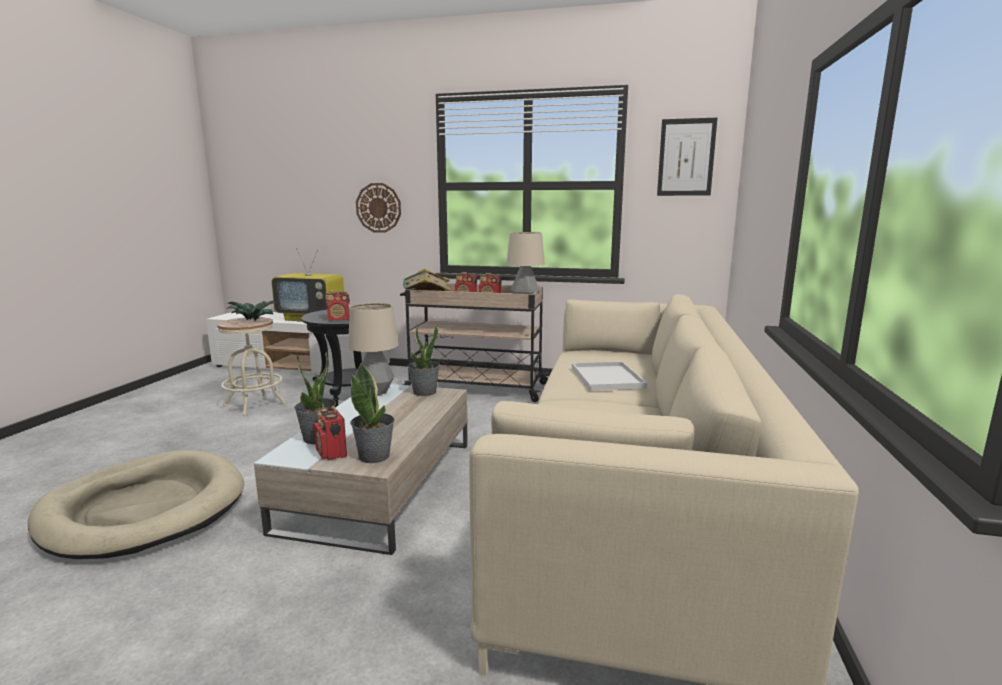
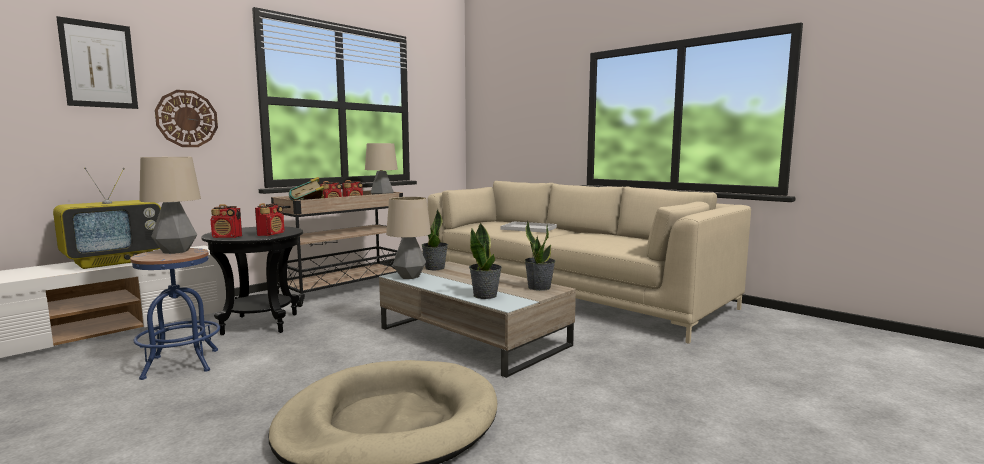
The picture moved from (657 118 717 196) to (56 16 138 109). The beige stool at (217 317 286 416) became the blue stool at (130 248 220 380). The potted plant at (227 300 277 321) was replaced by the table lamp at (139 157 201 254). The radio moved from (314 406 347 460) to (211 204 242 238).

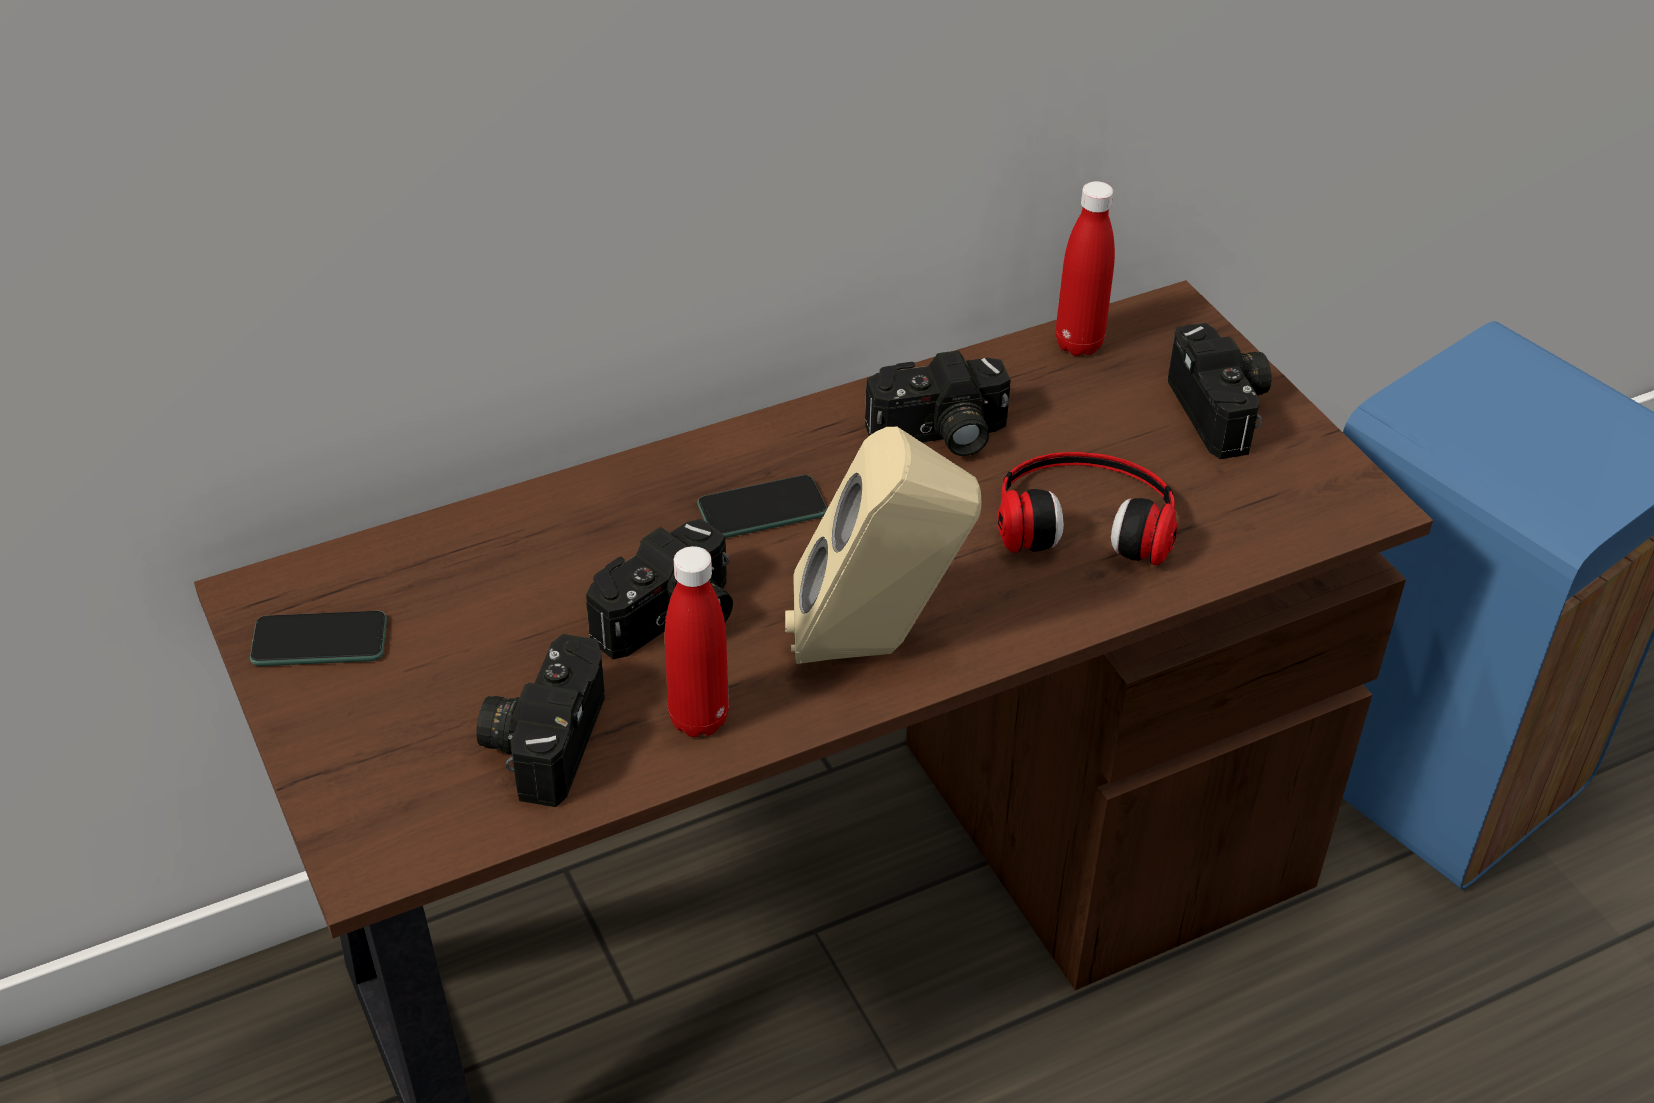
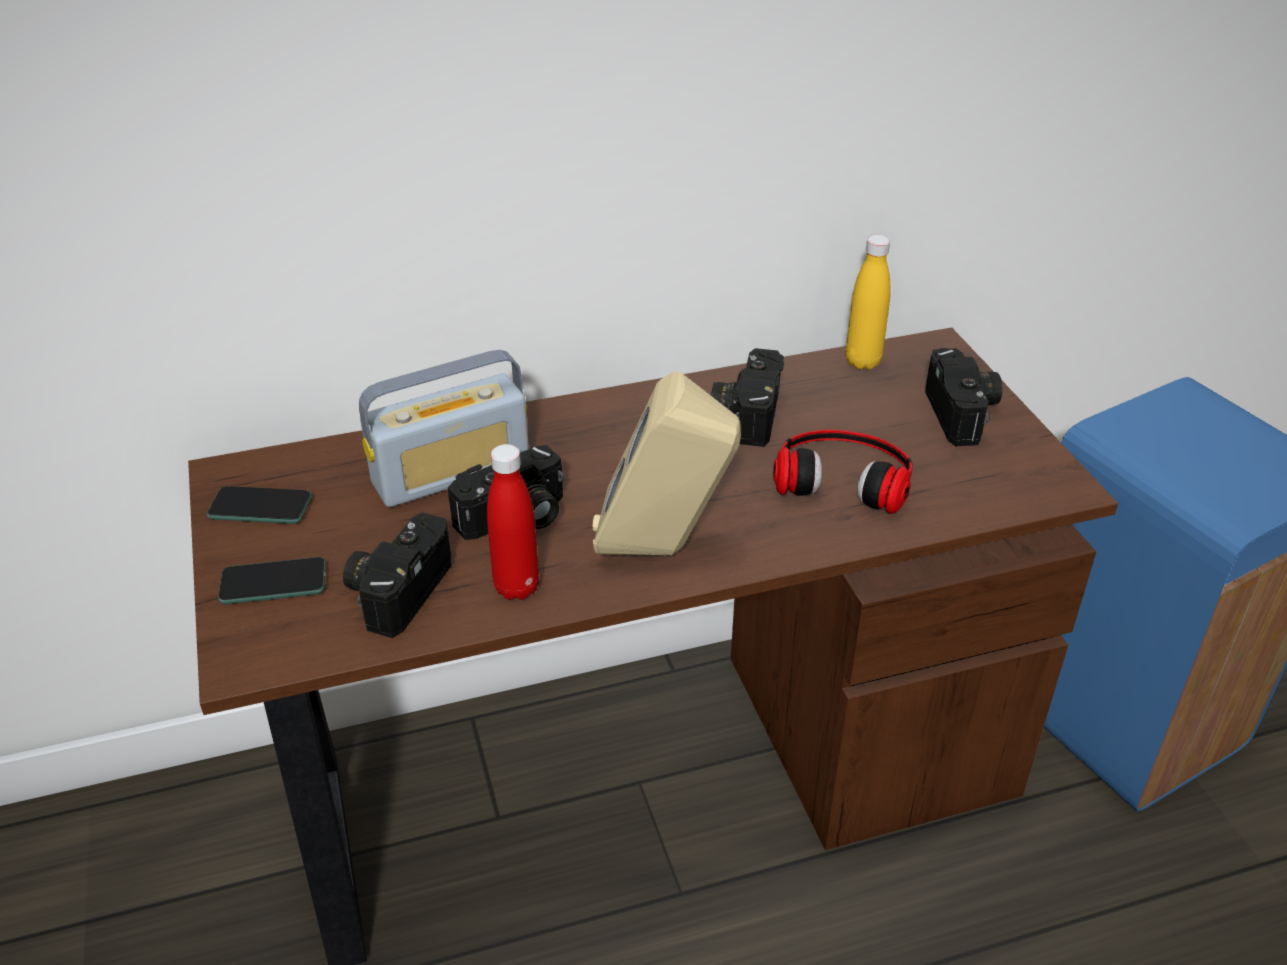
The phone moved from (697 475 827 538) to (218 557 326 604). The radio at (359 350 529 507) appeared. The photo camera at (865 350 1011 456) turned 105 degrees clockwise. The red bottle at (1055 181 1115 356) became the yellow bottle at (846 235 891 370).

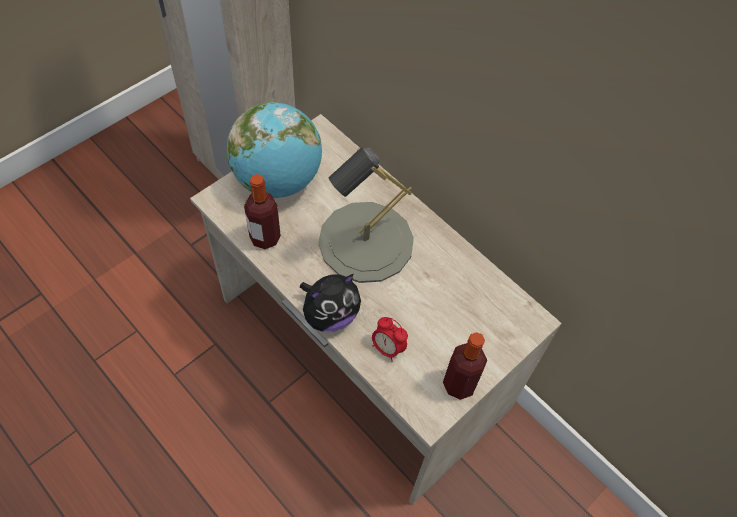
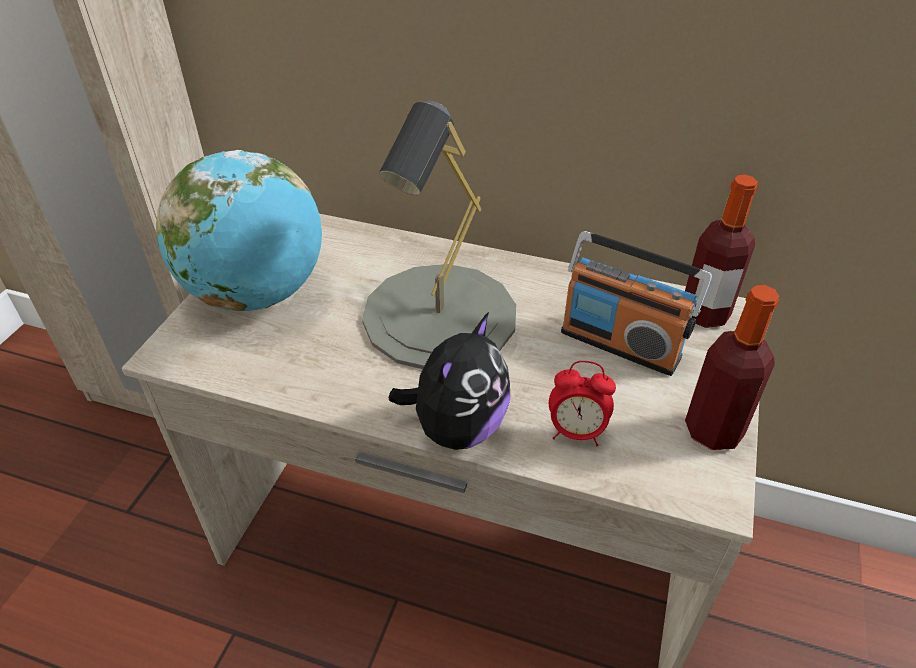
The radio at (561 231 712 376) appeared. The bottle moved from (244 174 281 249) to (685 175 758 328).

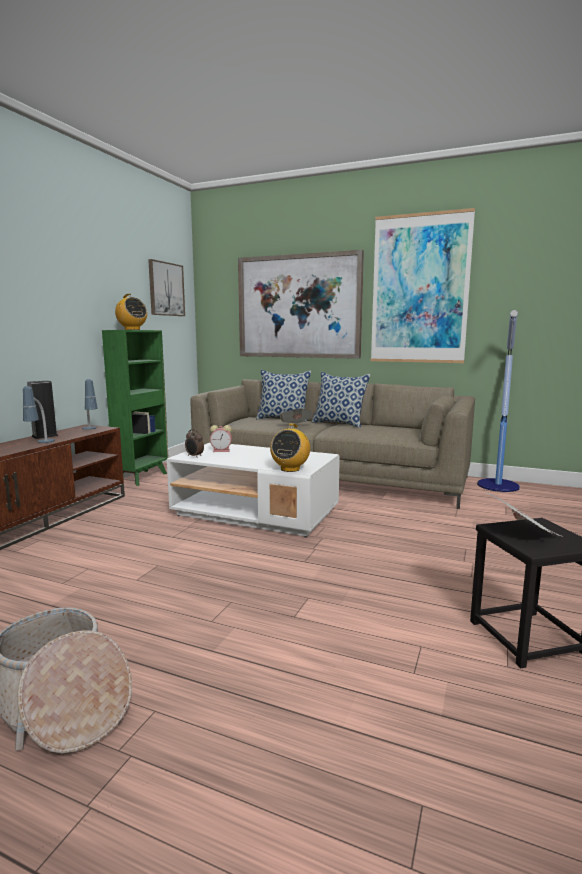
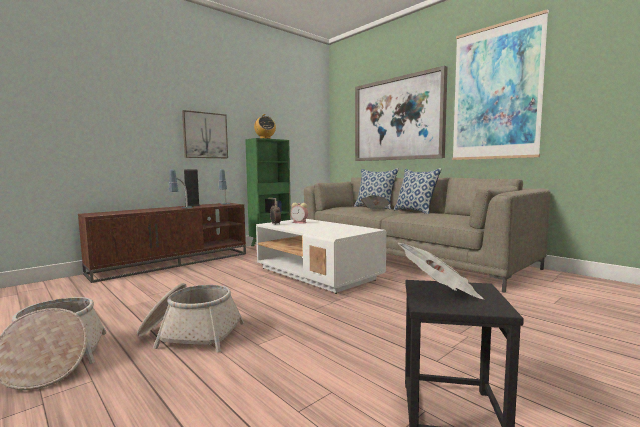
The basket at (137 283 244 352) appeared. The picture moved from (148 259 185 316) to (182 110 228 158). The radio at (270 423 310 472) disappeared. The floor lamp at (477 310 520 492) disappeared.

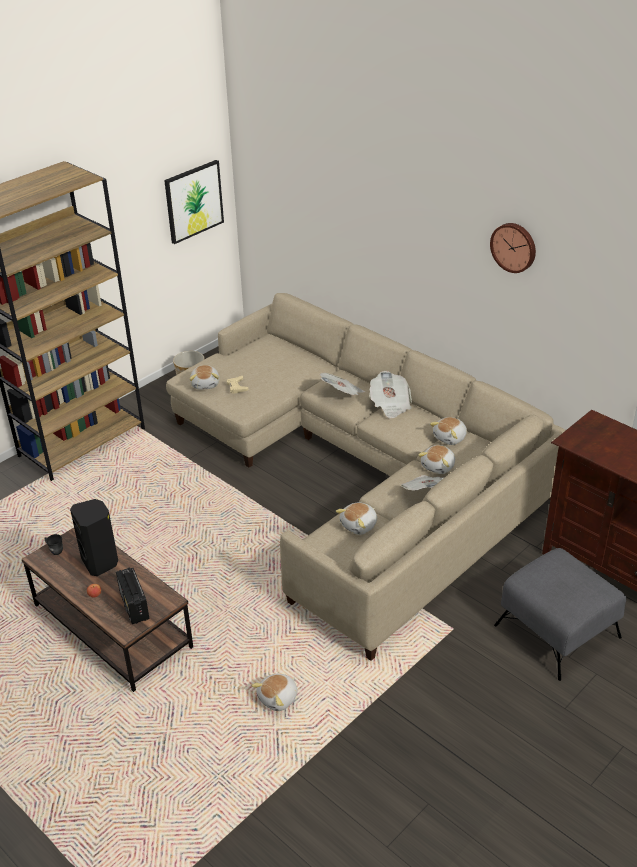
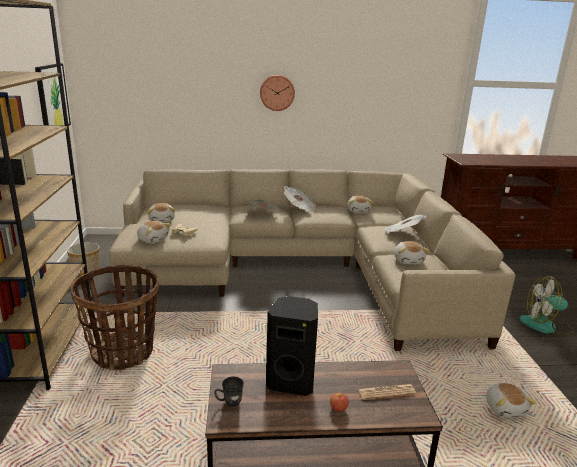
The basket at (70 265 159 370) appeared. The plush toy moved from (418 445 455 474) to (148 203 175 223). The wall clock moved from (490 223 536 273) to (260 75 295 111). The radio at (116 567 150 624) was replaced by the newspaper at (358 384 416 399). The fan at (519 276 574 335) appeared. The grey ottoman at (494 548 626 681) disappeared.

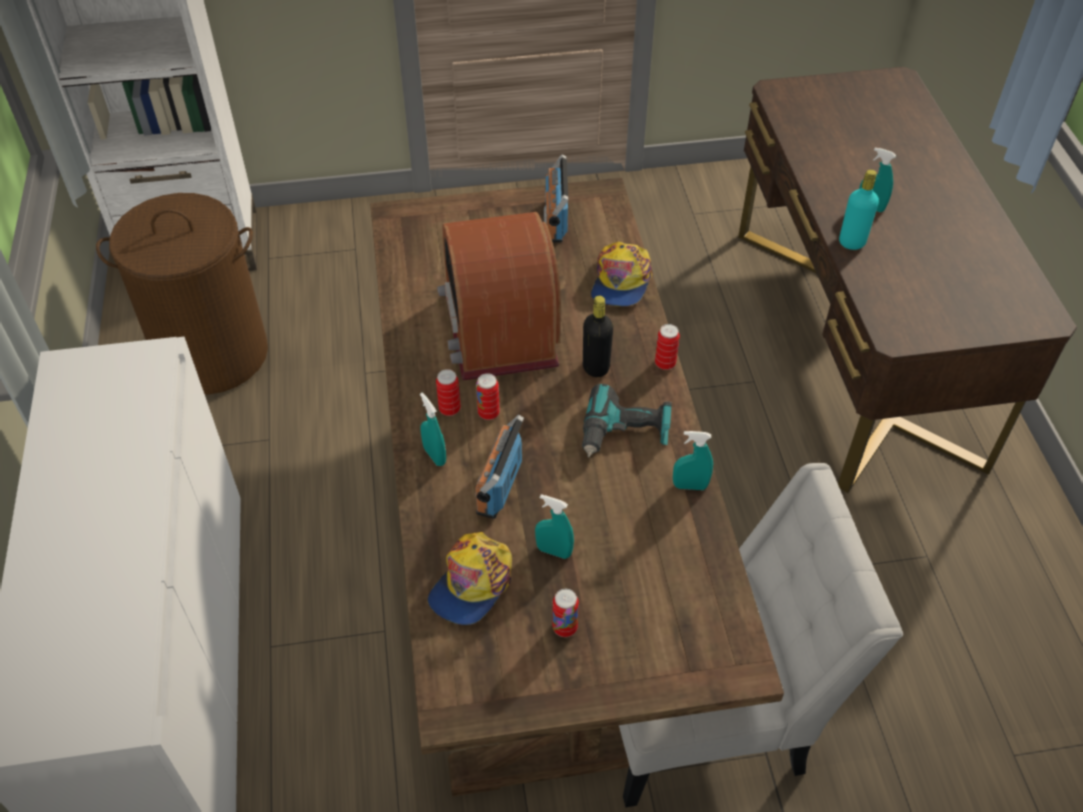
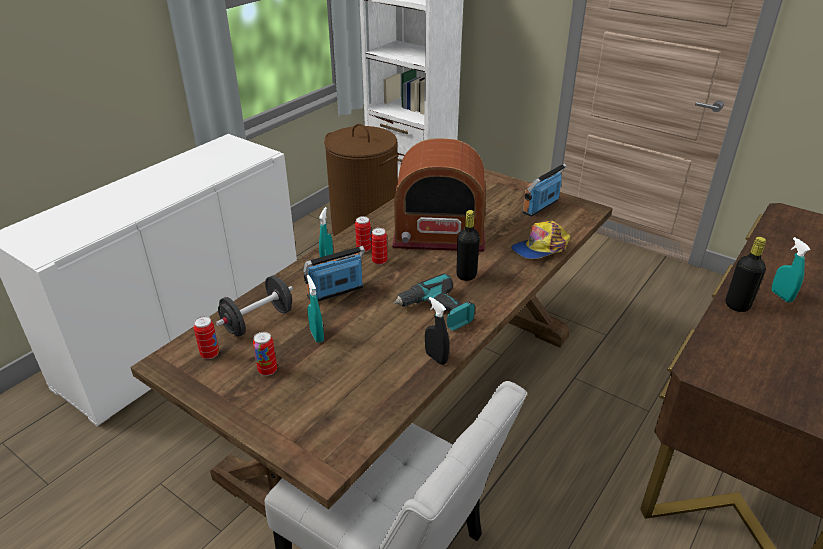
The can moved from (655 324 680 370) to (194 316 219 359). The cap at (428 532 512 625) was replaced by the black dumbbell at (216 275 293 337). The radio at (437 212 561 380) turned 120 degrees counterclockwise. The turquoise spray bottle at (673 431 713 490) became the black spray bottle at (425 297 449 365). The turquoise bottle at (839 170 879 250) became the black bottle at (725 237 766 312).

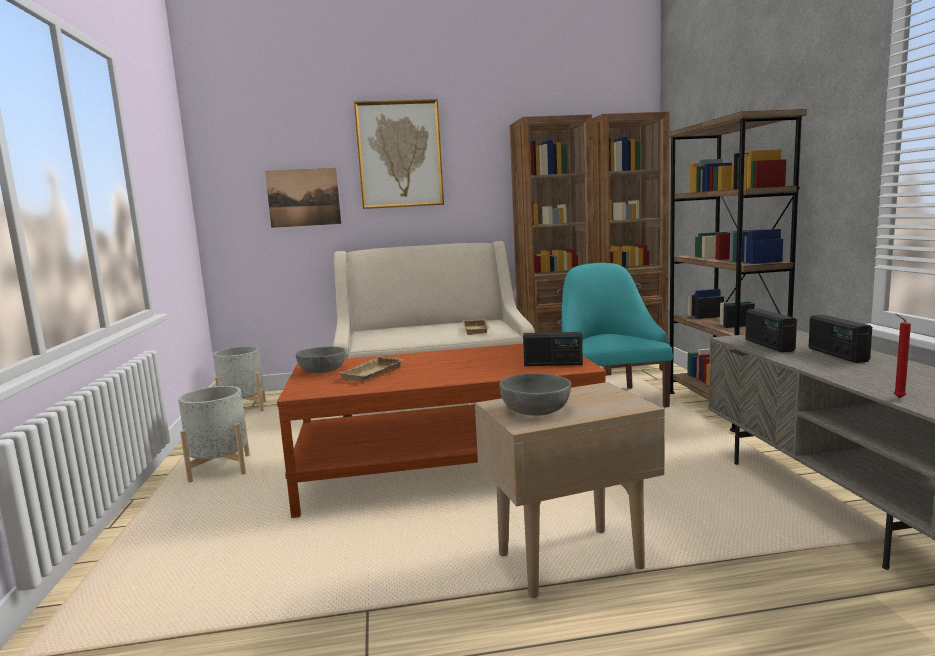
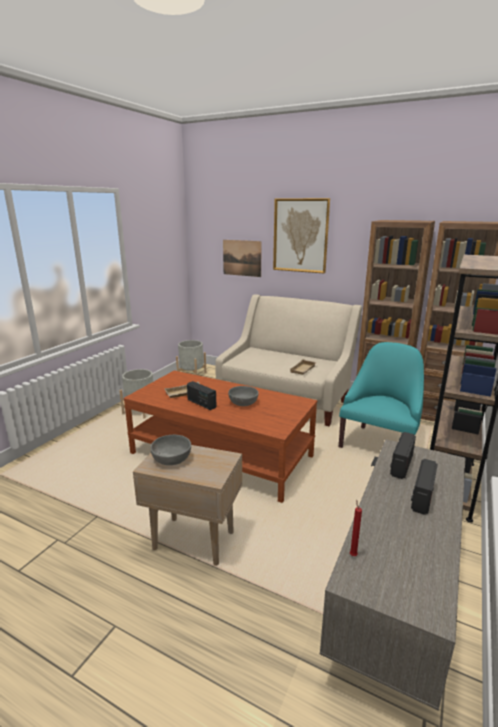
The radio moved from (523 332 583 366) to (187 381 217 410). The grey bowl moved from (296 347 346 373) to (228 386 258 406).

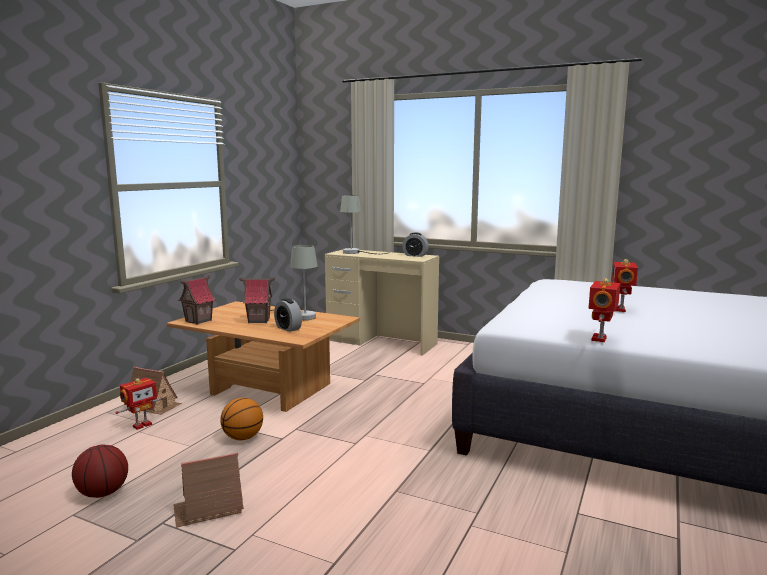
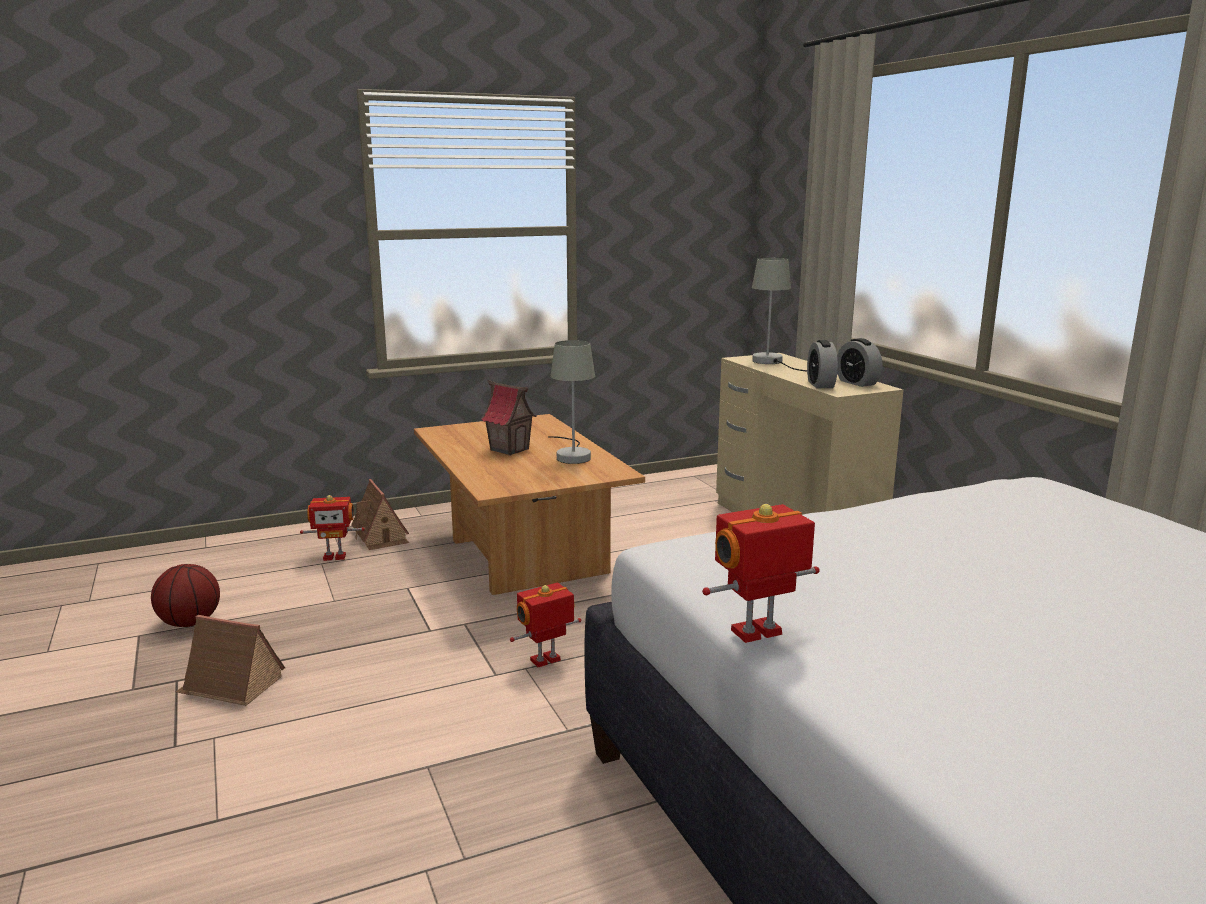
The toy robot moved from (612 259 638 312) to (510 582 581 667). The alarm clock moved from (274 298 302 332) to (807 340 838 388). The toy house at (178 275 216 324) disappeared. The basketball at (220 398 263 440) disappeared.

